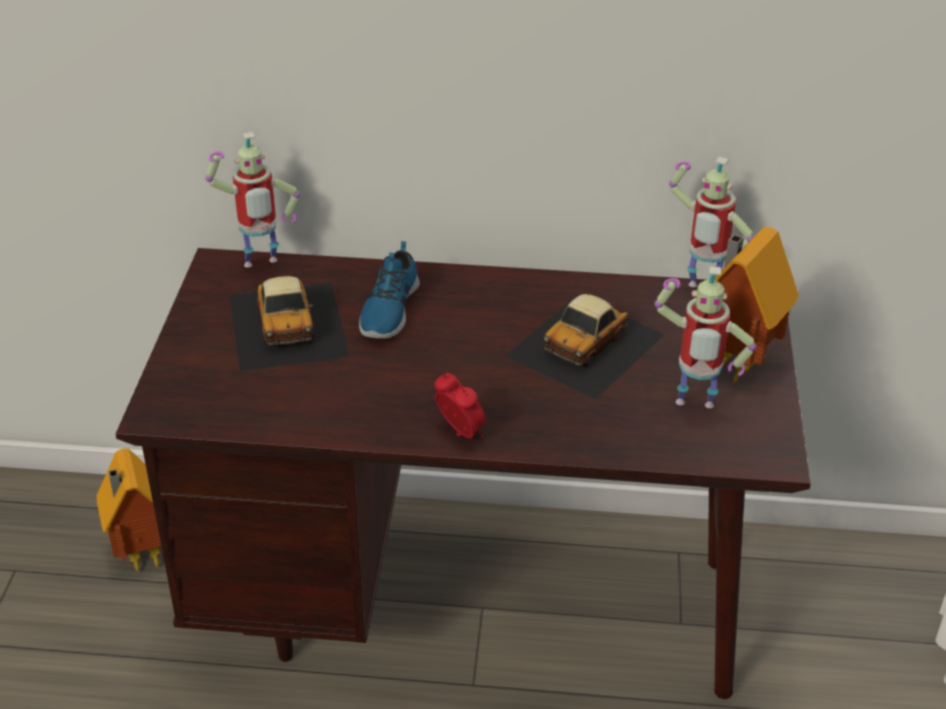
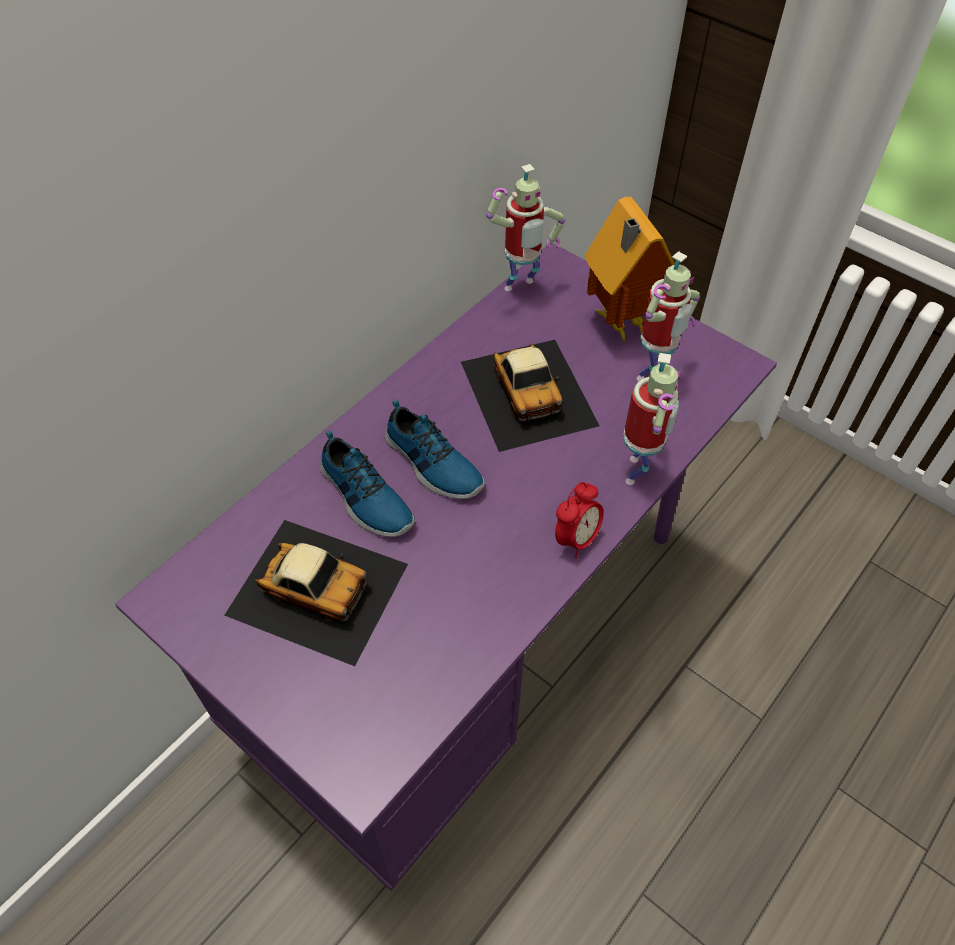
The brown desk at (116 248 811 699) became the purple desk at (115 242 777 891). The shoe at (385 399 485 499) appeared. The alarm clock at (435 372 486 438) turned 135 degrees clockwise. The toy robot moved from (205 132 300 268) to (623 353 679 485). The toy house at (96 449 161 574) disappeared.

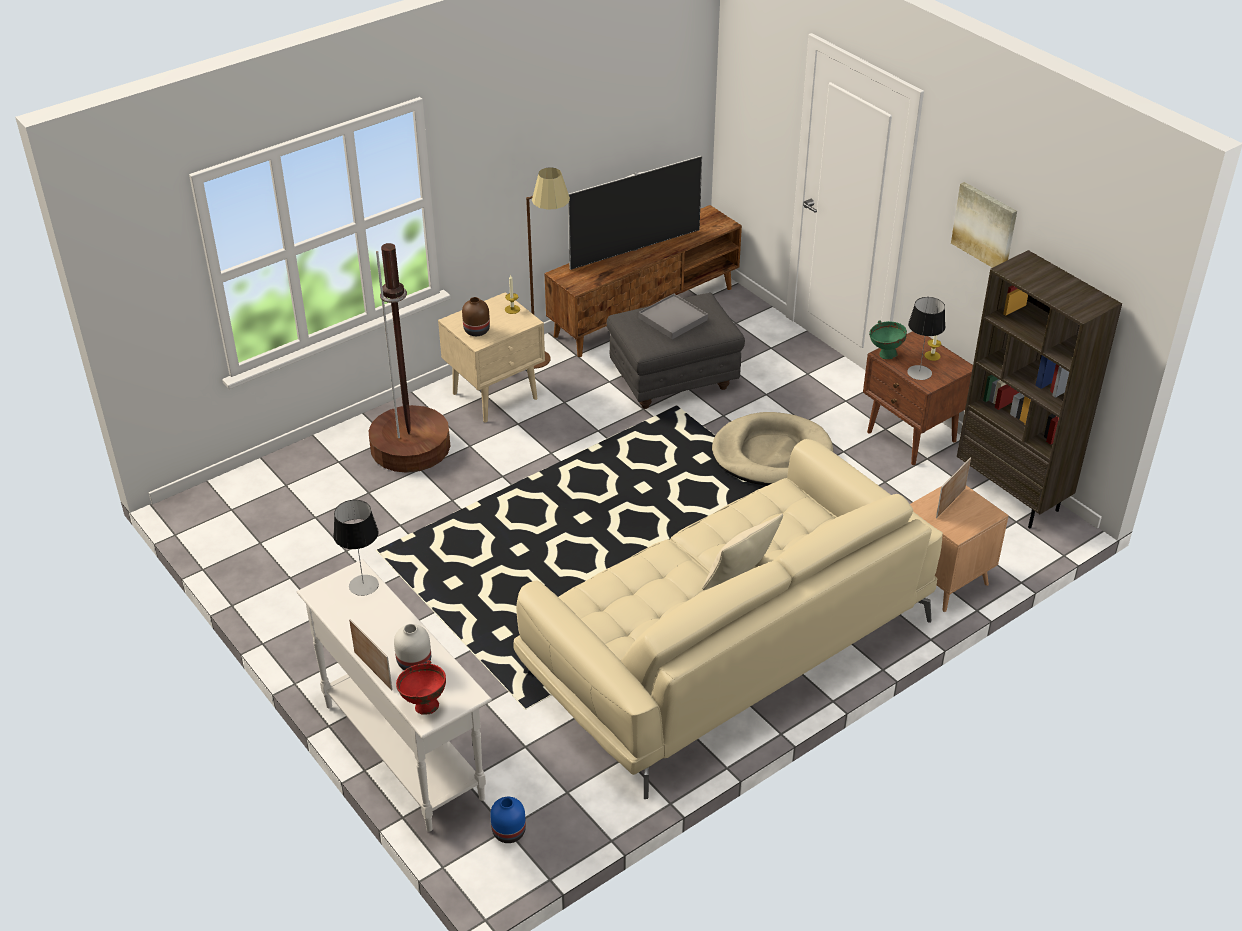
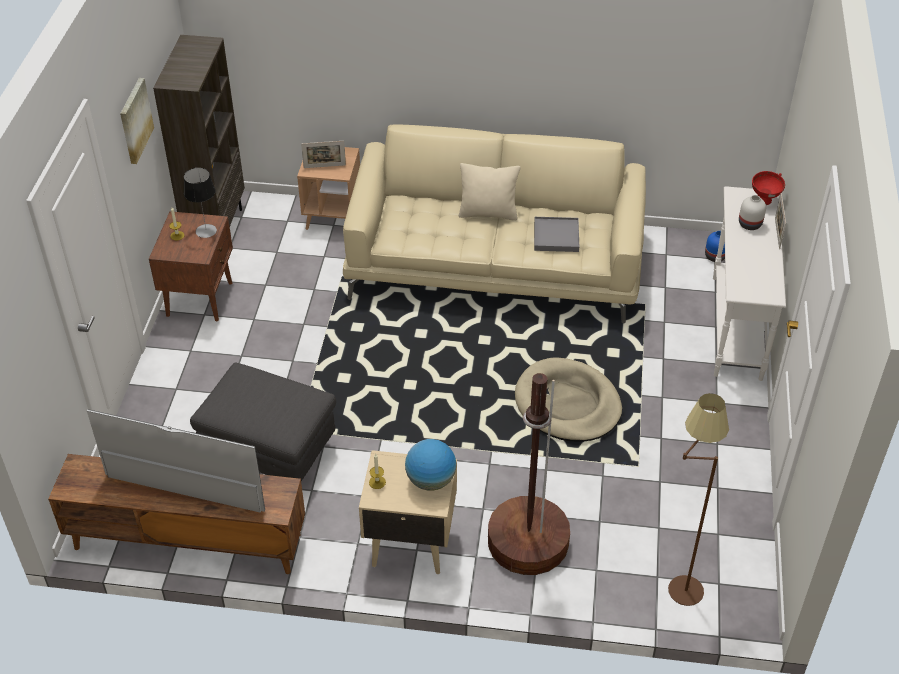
The brown vase at (462 297 490 336) was replaced by the globe at (405 439 456 491). The beige dog bed moved from (712 412 834 486) to (515 357 622 441). The grey tray moved from (639 294 708 339) to (534 217 579 252). The brown floor lamp moved from (526 167 570 369) to (668 393 729 606). The table lamp at (333 500 379 596) disappeared. The green bowl at (869 321 907 359) disappeared.

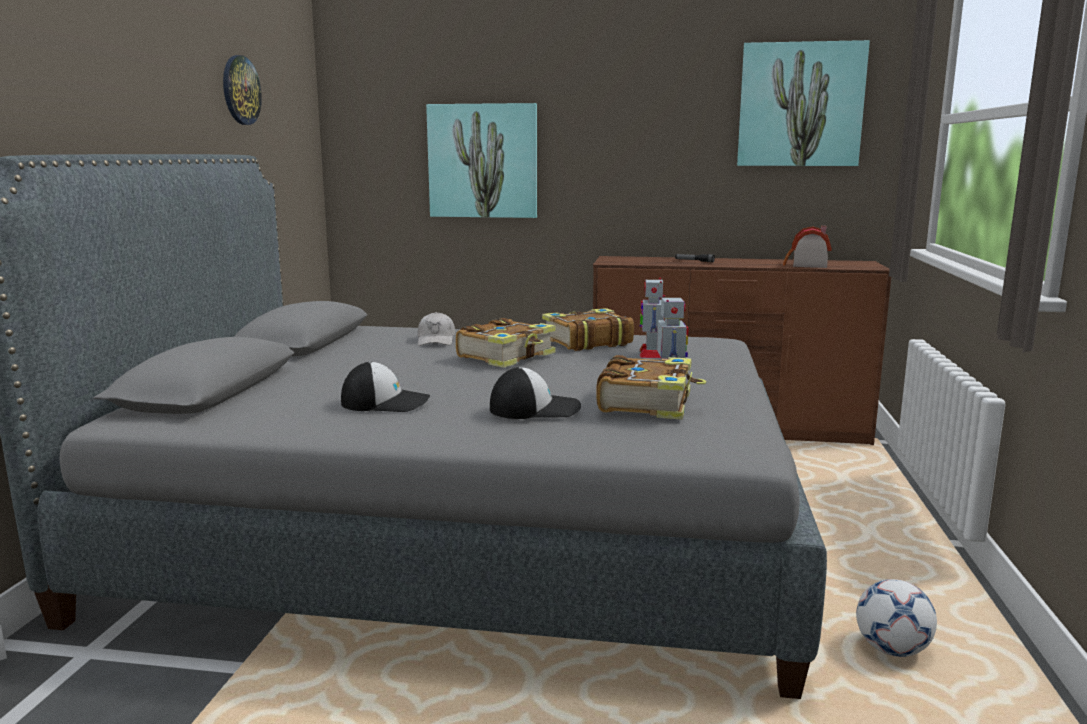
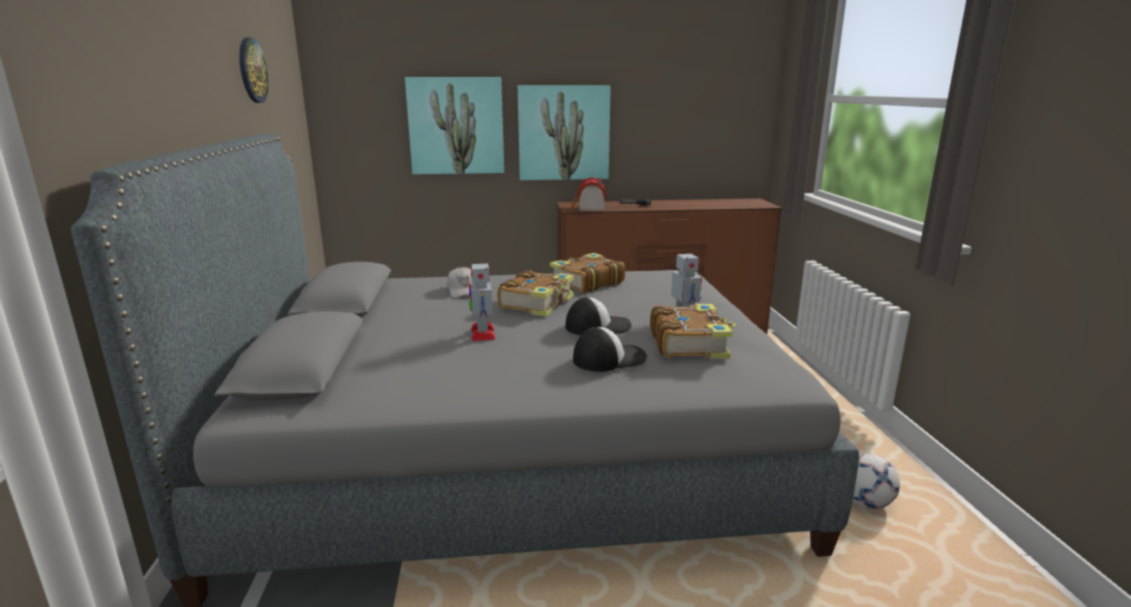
The toy robot moved from (640 278 664 358) to (469 261 495 341). The picture moved from (737 40 870 166) to (518 85 611 180). The cap moved from (341 362 430 412) to (566 297 632 335). The toy house moved from (783 226 832 268) to (572 177 607 211).

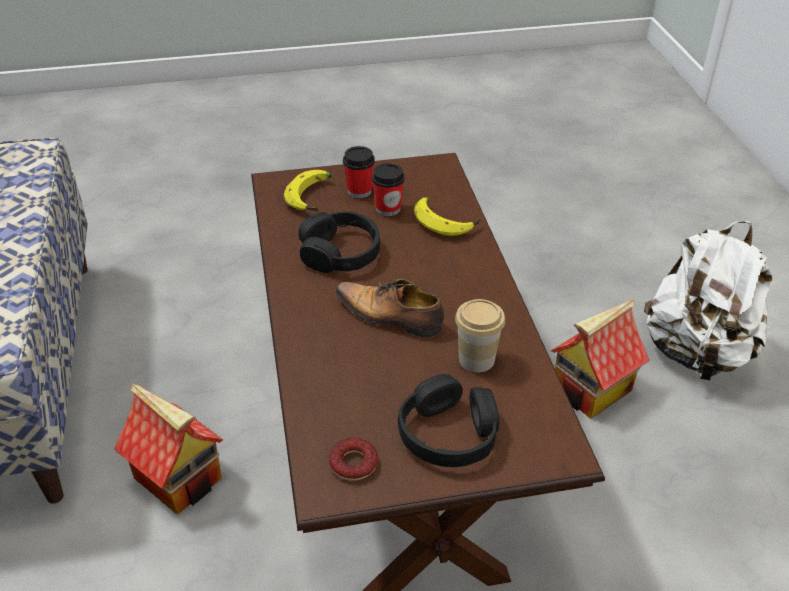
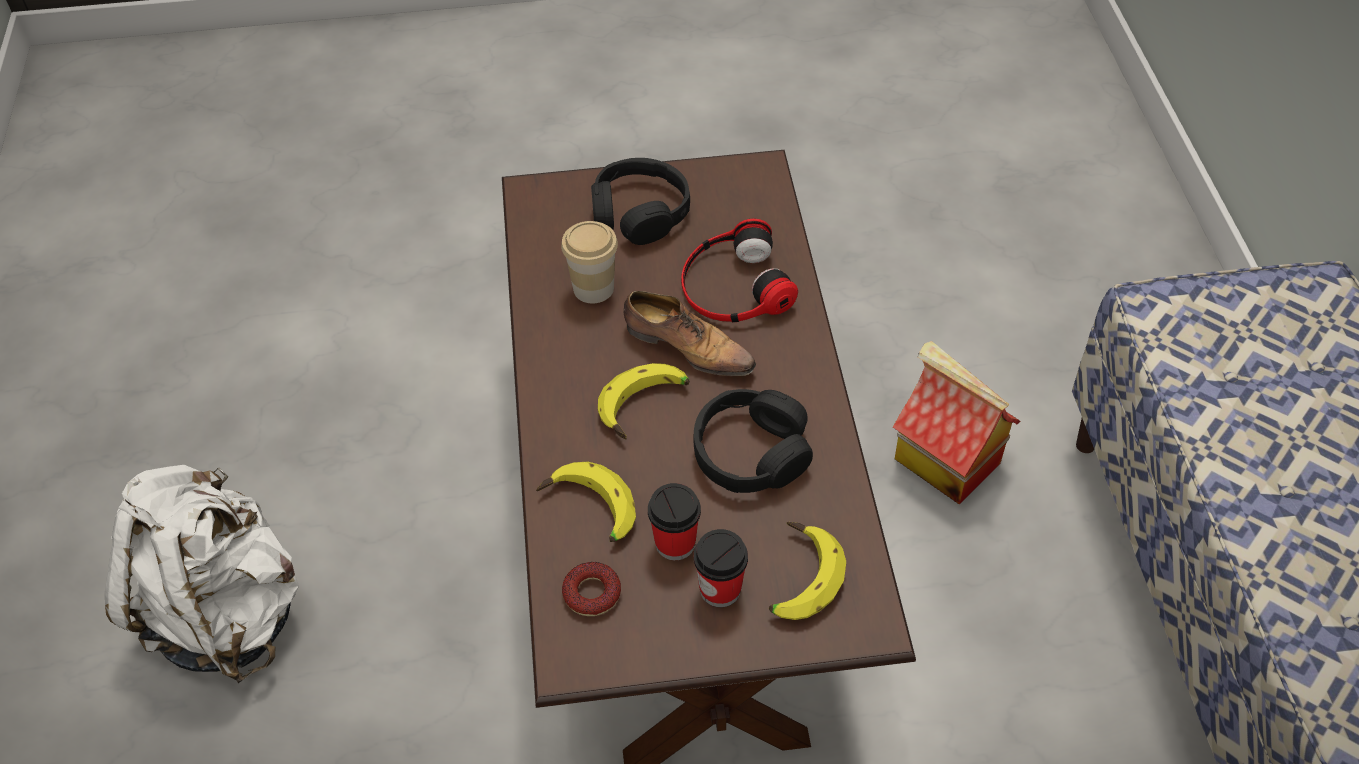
The donut moved from (329 438 378 481) to (562 562 621 616). The banana at (598 363 689 439) appeared. The headphones at (681 218 798 322) appeared. The toy house at (551 299 650 419) disappeared.

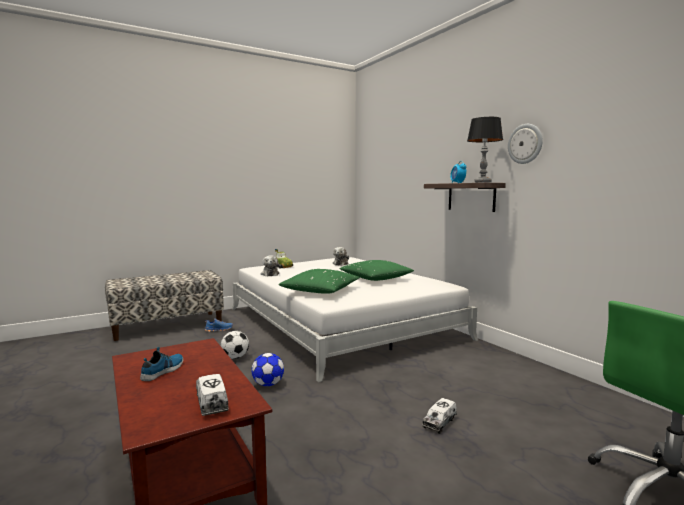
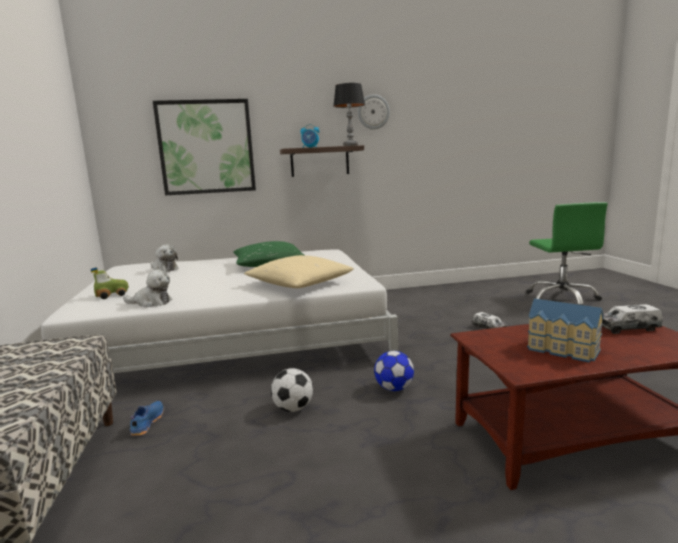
The picture at (153 99 256 195) appeared. The green pillow at (278 269 360 294) became the beige pillow at (244 255 354 288). The shoe at (140 347 183 381) was replaced by the toy house at (527 298 604 363).

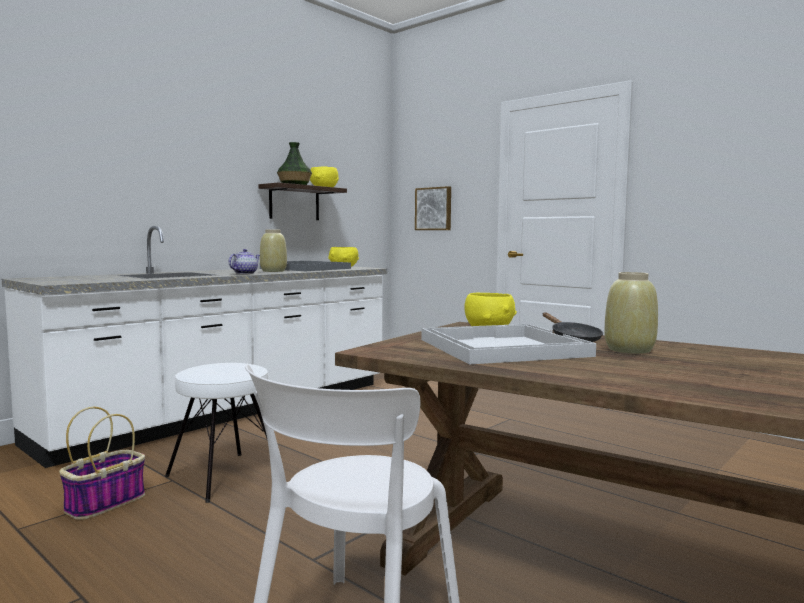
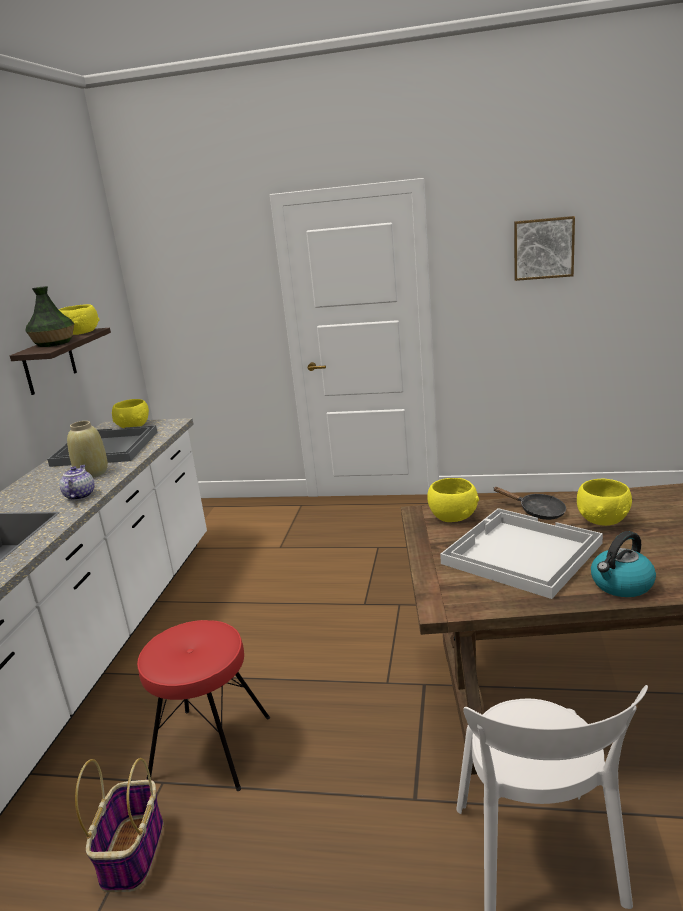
The white stool at (165 363 268 503) became the red stool at (137 620 270 791). The picture moved from (415 186 451 230) to (514 216 575 281). The beige vase at (605 272 658 354) was replaced by the yellow bowl at (577 479 632 526). The kettle at (591 531 656 597) appeared.

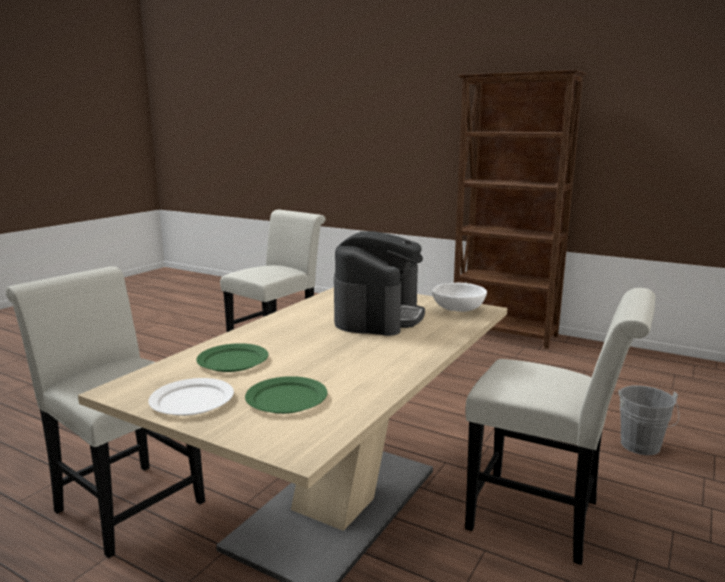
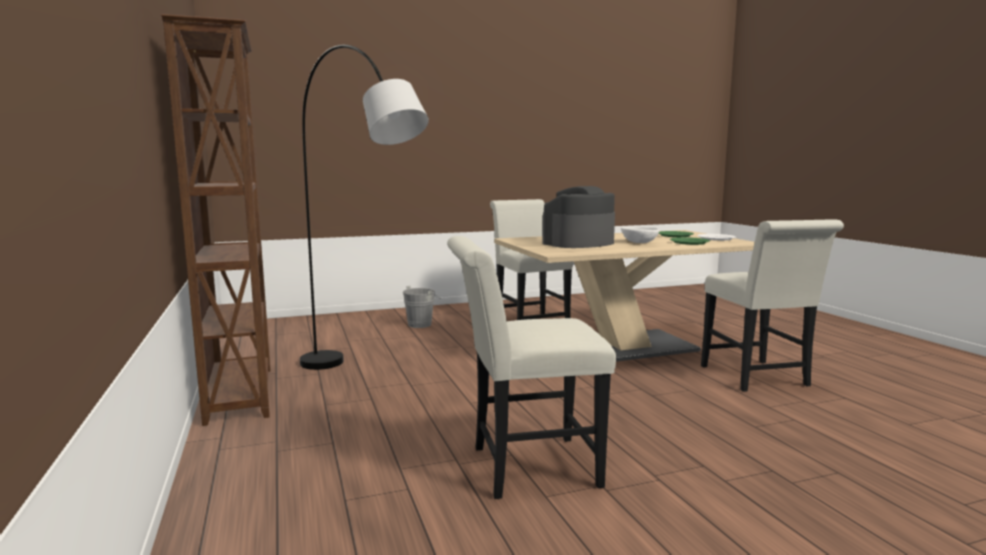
The grey floor lamp at (300 45 429 370) appeared. The white bowl moved from (432 283 487 312) to (621 226 659 243).

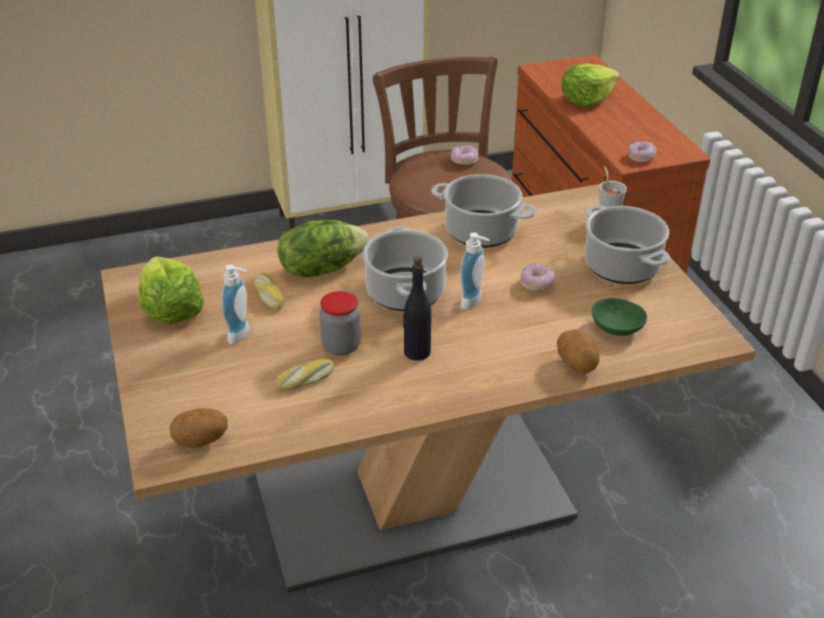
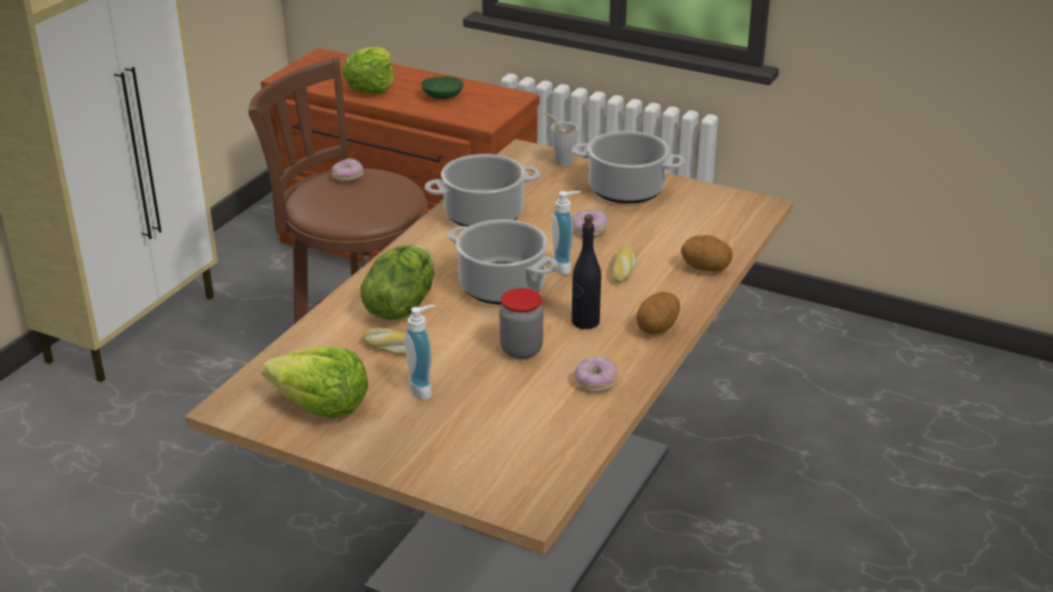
The green bowl moved from (592 298 647 336) to (421 76 464 99). The donut moved from (628 141 657 163) to (575 356 618 392). The bread moved from (275 358 335 390) to (613 246 636 284). The potato moved from (170 408 228 448) to (636 292 680 334).

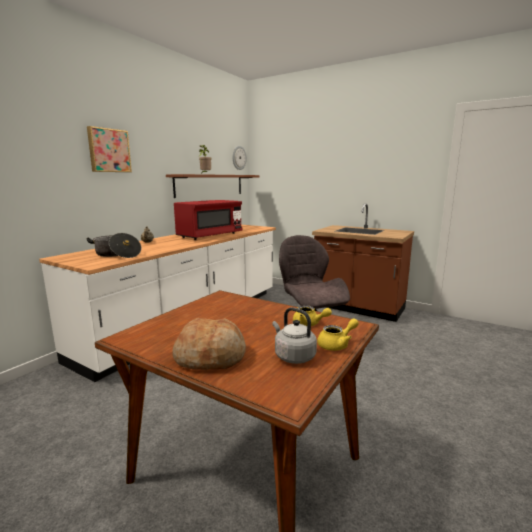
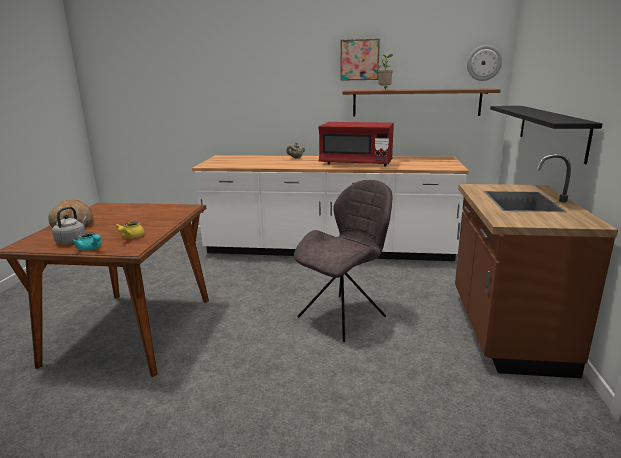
The yellow teapot at (317 318 359 351) became the turquoise teapot at (72 232 102 251). The picture moved from (87 126 132 172) to (340 39 380 81). The black shelf at (490 106 603 164) appeared. The cooking pot at (86 233 141 258) disappeared.

